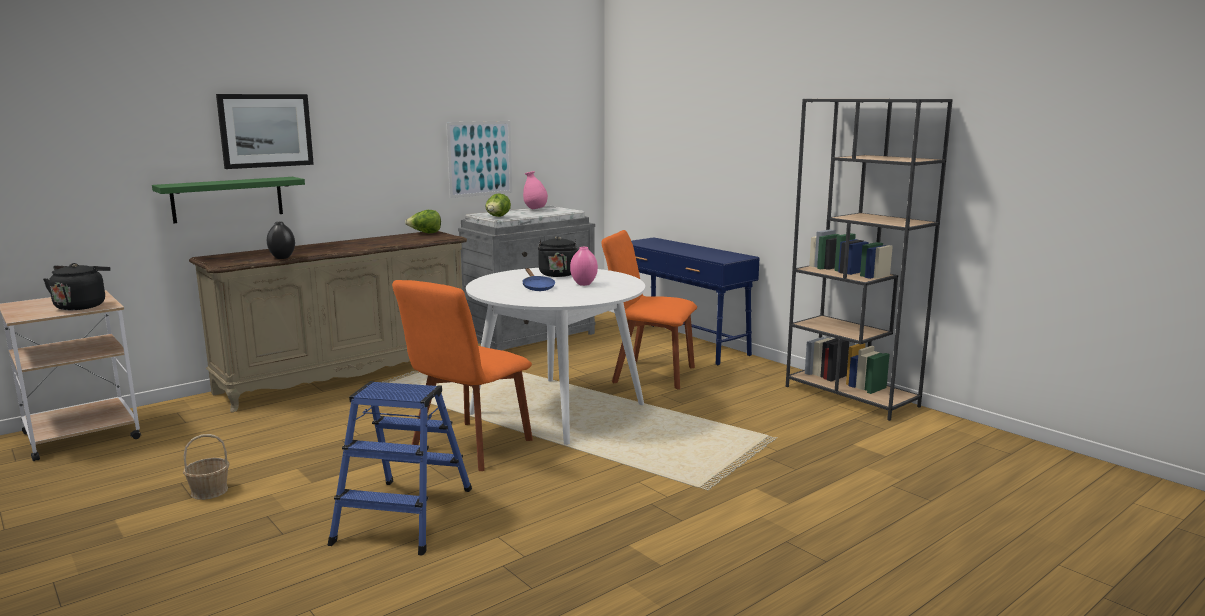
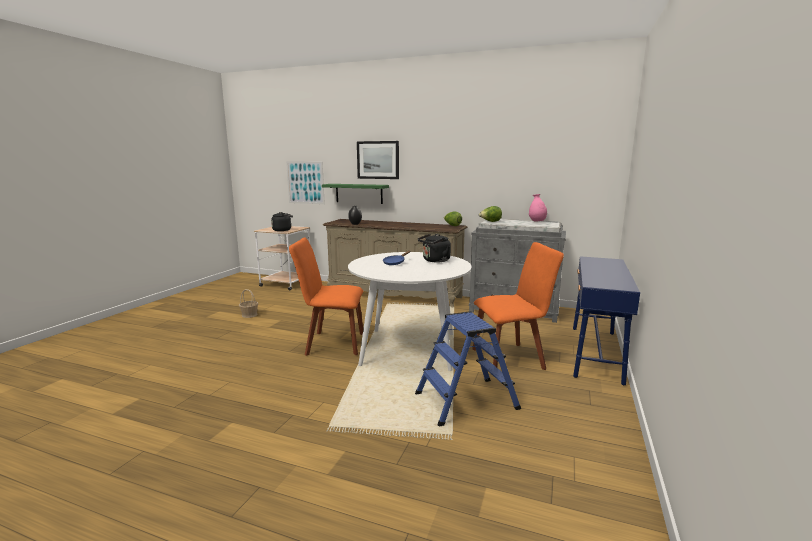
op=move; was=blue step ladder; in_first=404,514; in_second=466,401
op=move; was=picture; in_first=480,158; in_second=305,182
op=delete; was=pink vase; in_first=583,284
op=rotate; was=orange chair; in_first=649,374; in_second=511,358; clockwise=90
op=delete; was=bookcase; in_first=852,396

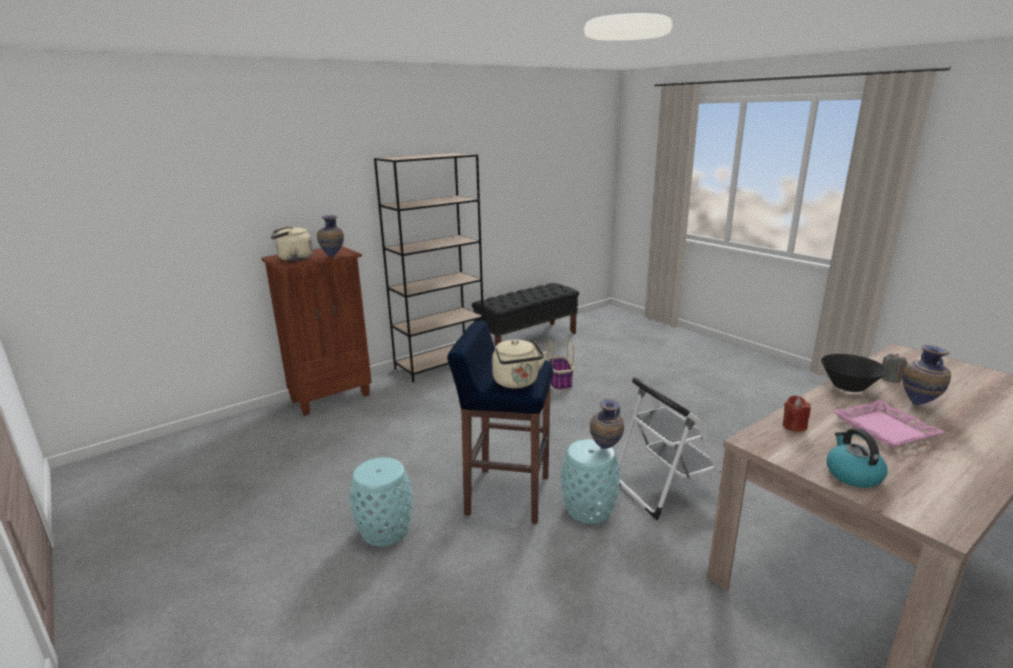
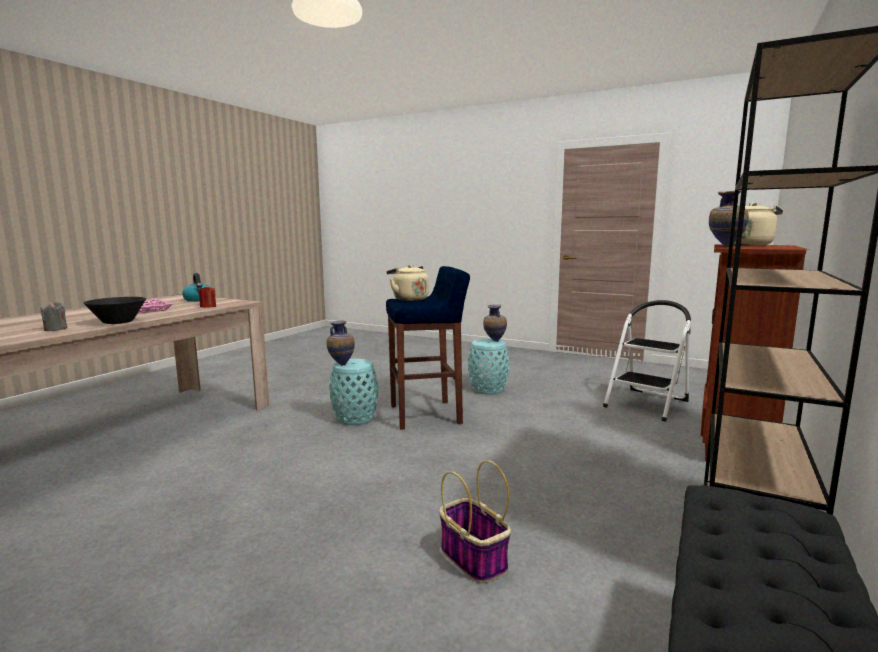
op=move; was=step ladder; in_first=666,487; in_second=648,404
op=move; was=vase; in_first=919,404; in_second=494,341

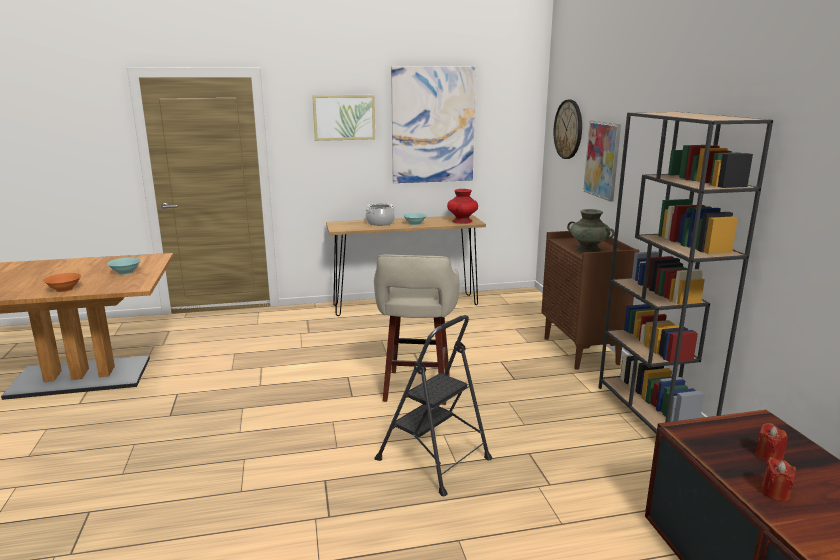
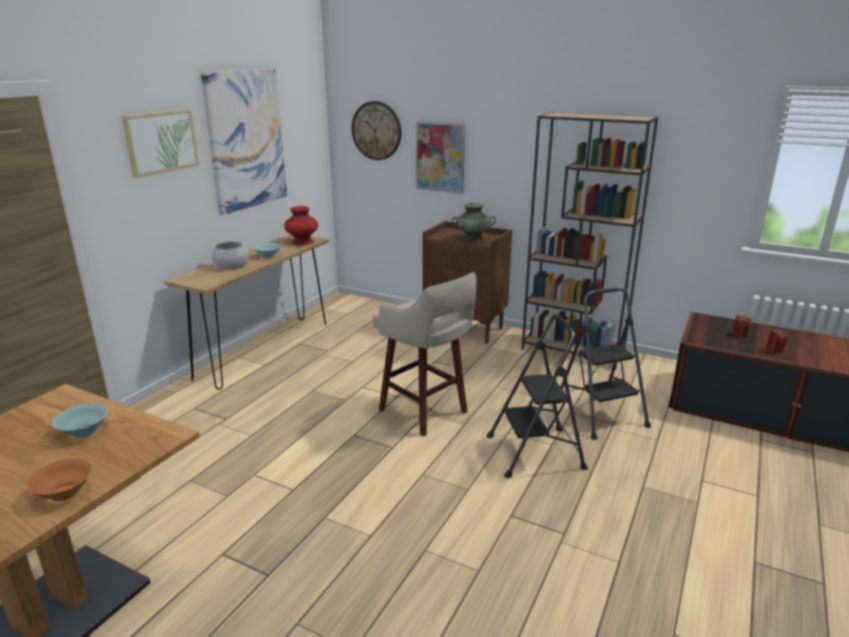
op=insert; now=black step ladder; in_second=599,412

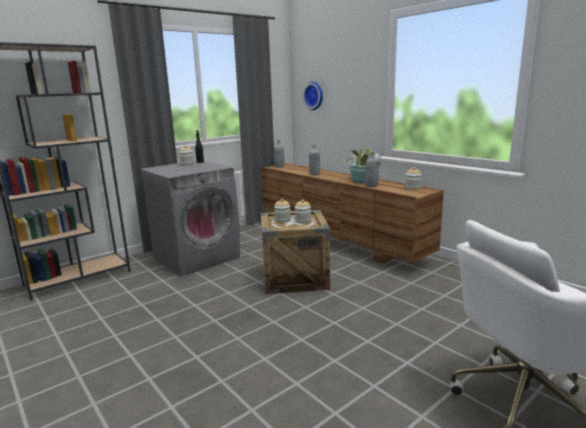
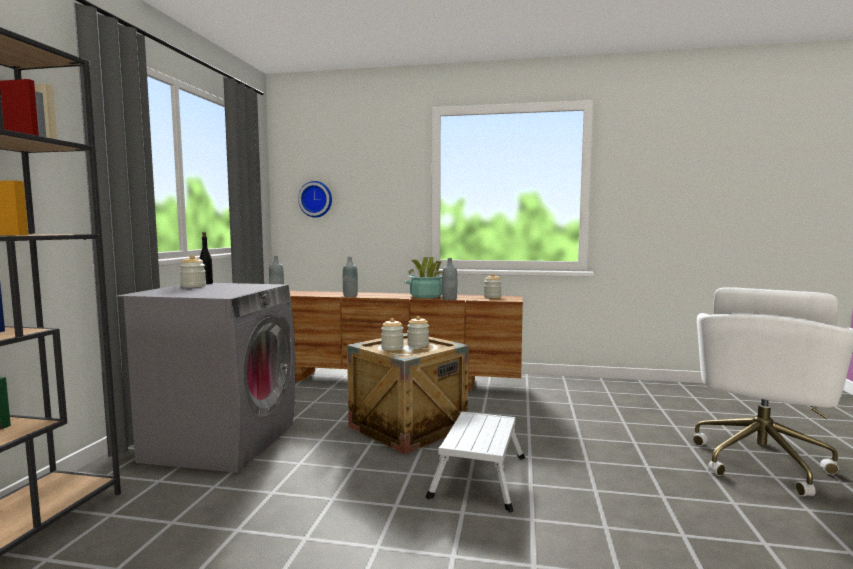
op=insert; now=white step ladder; in_second=479,476

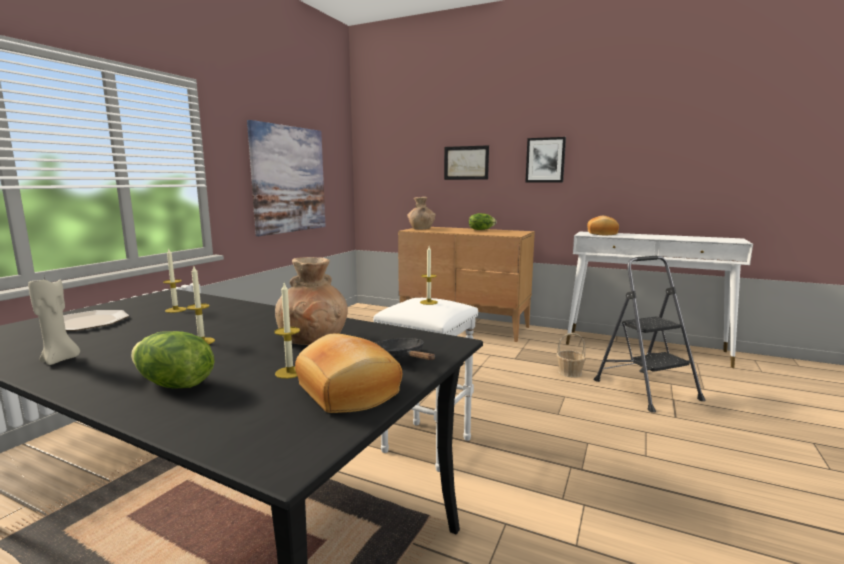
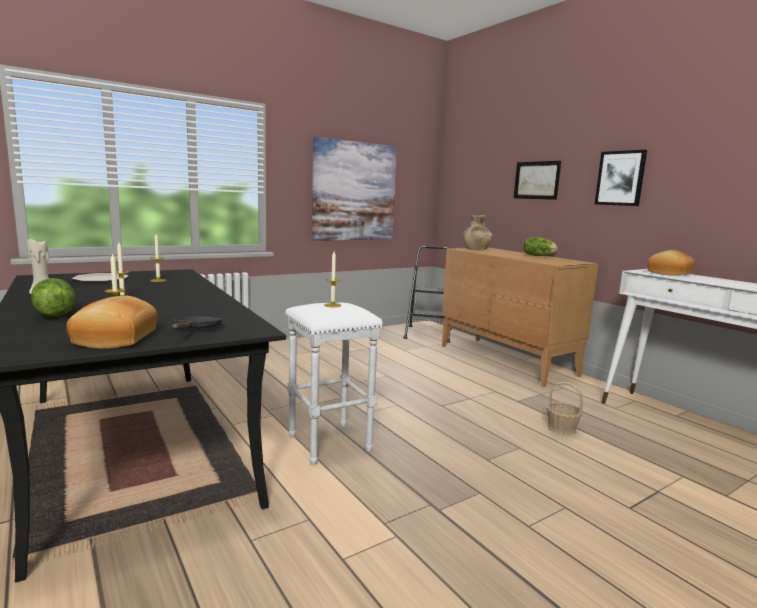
op=delete; was=brown vase; in_first=313,340
op=move; was=black step ladder; in_first=644,388; in_second=428,333

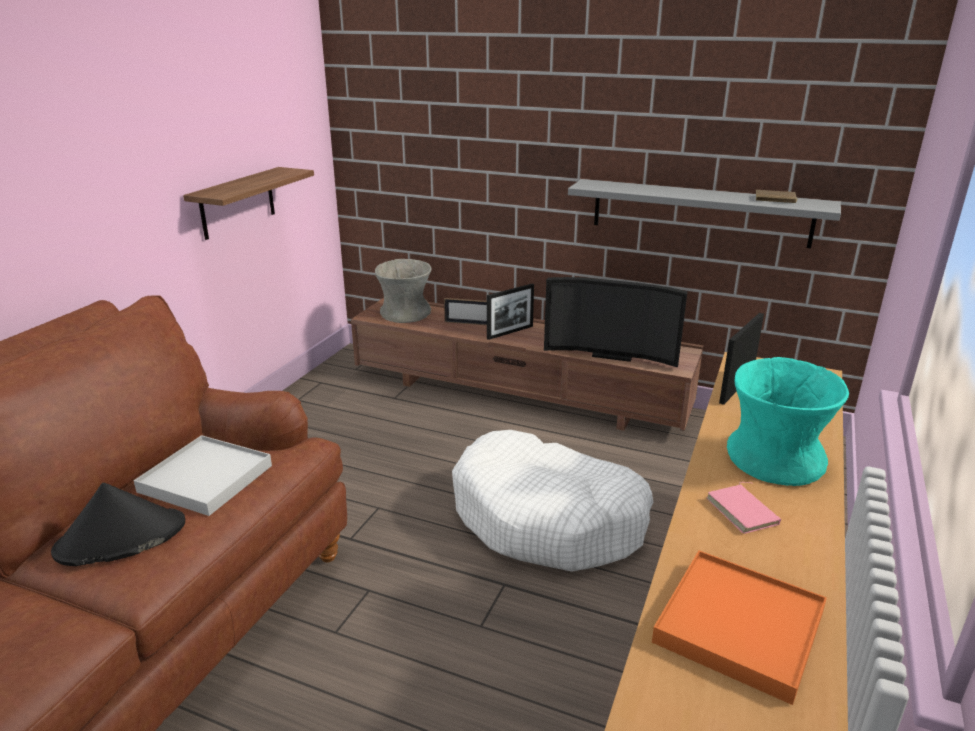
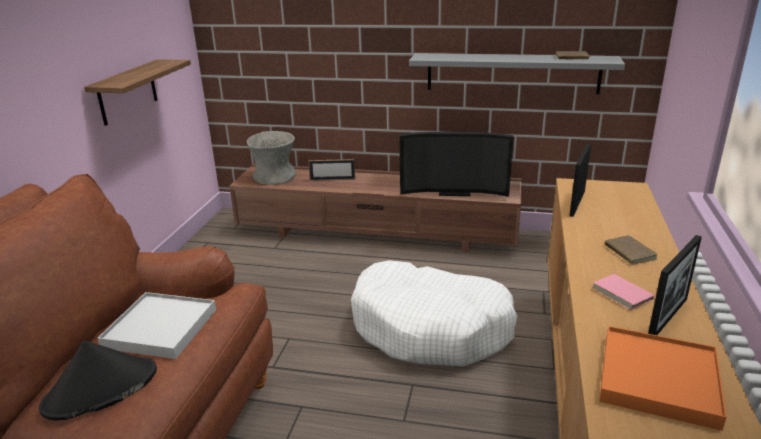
op=move; was=picture frame; in_first=510,332; in_second=667,318
op=replace; was=turquoise vase; now=brown book; in_first=774,459; in_second=628,252

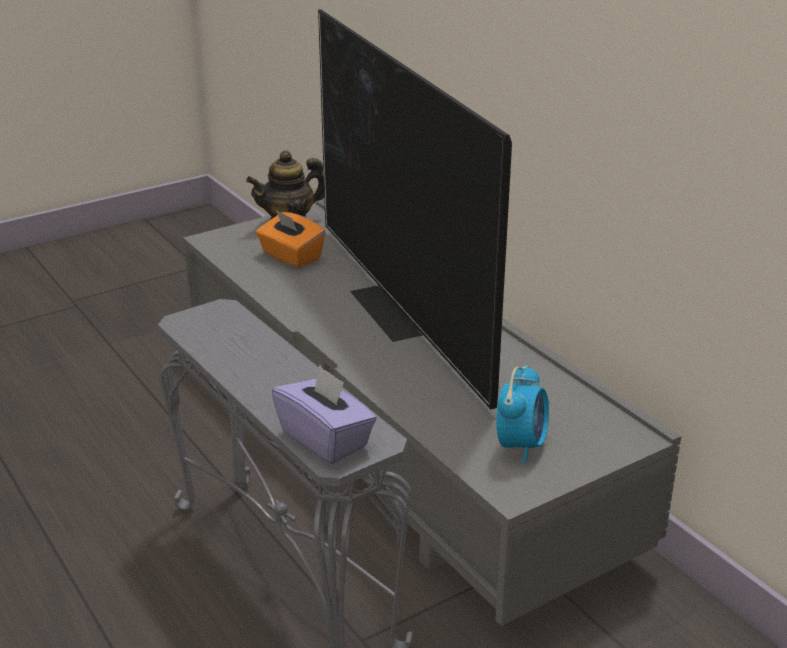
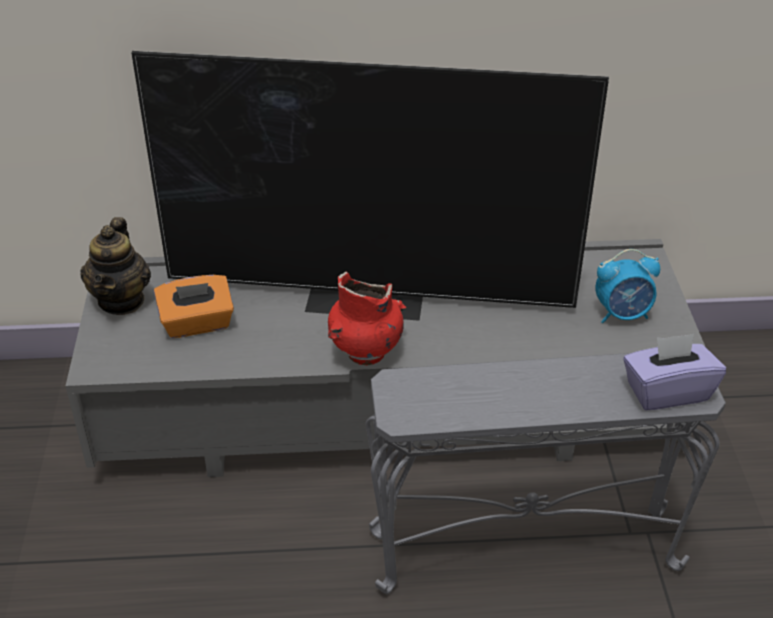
op=rotate; was=alarm clock; in_first=521,445; in_second=622,314; clockwise=120
op=insert; now=red vase; in_second=367,352

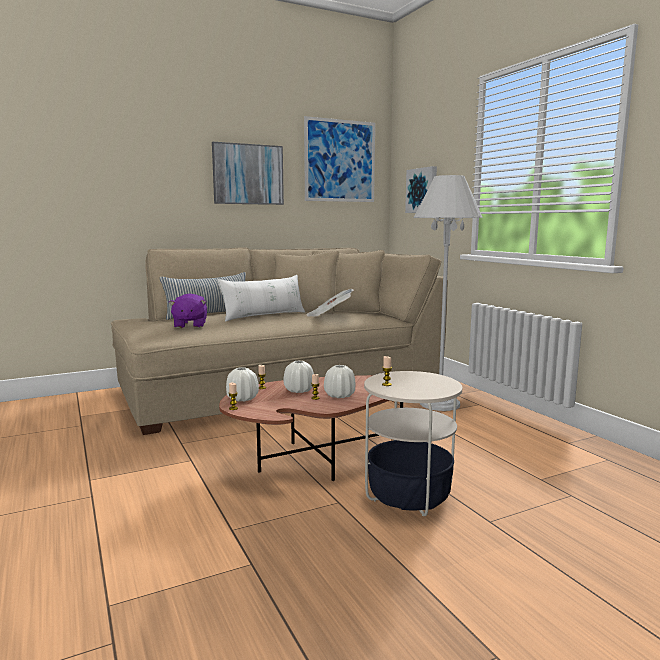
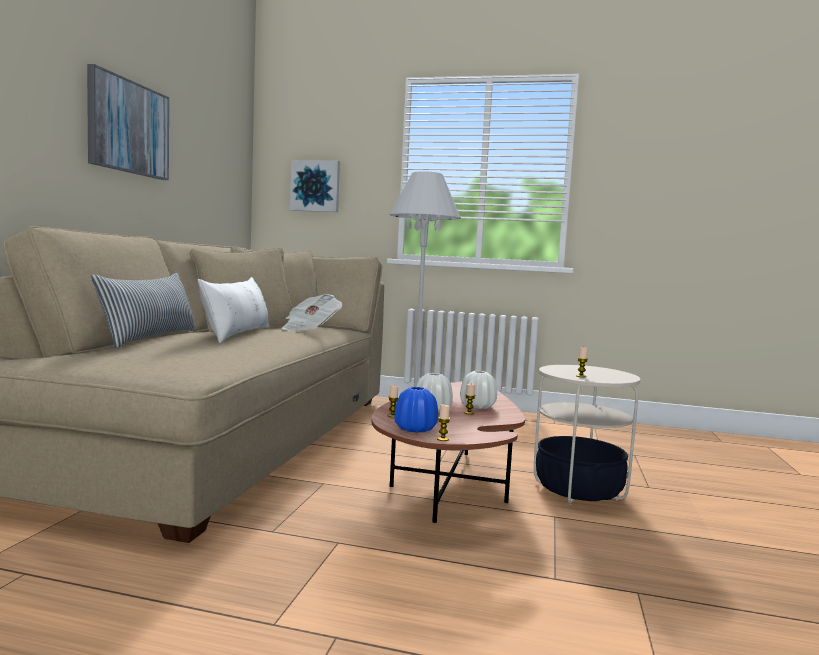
op=delete; was=purple plush toy; in_first=189,325
op=recolor; was=white vase; now=blue vase; in_first=242,398; in_second=415,429
op=delete; was=picture; in_first=340,161

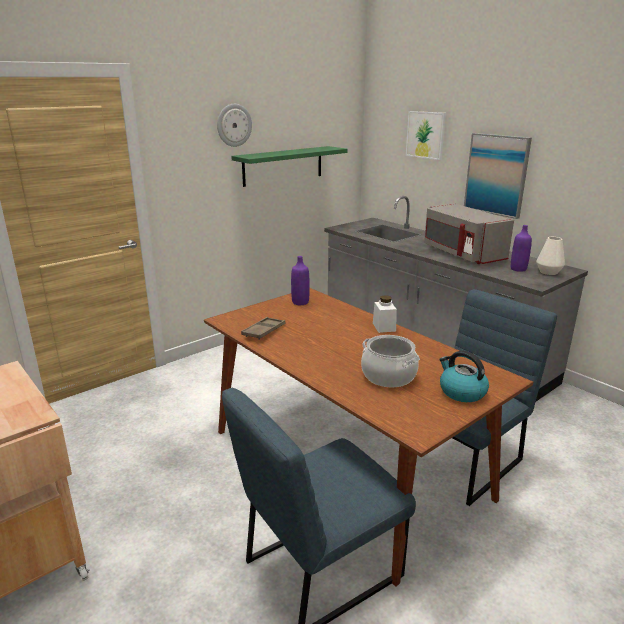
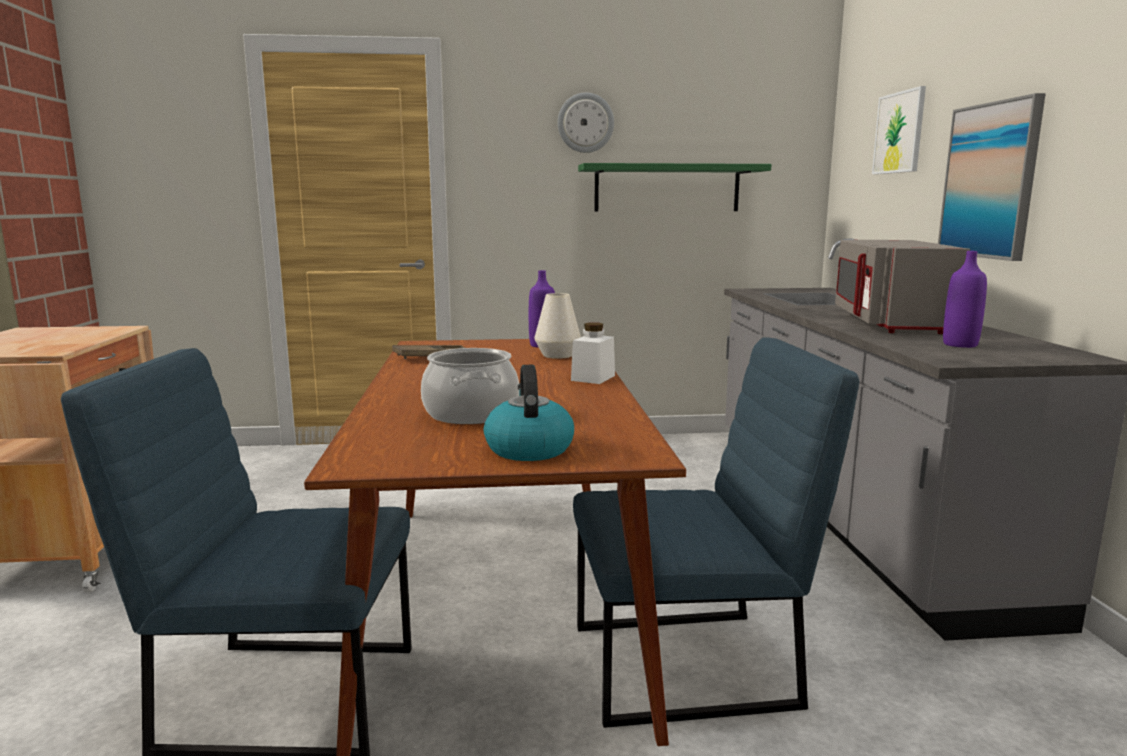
op=move; was=white vase; in_first=548,272; in_second=558,355

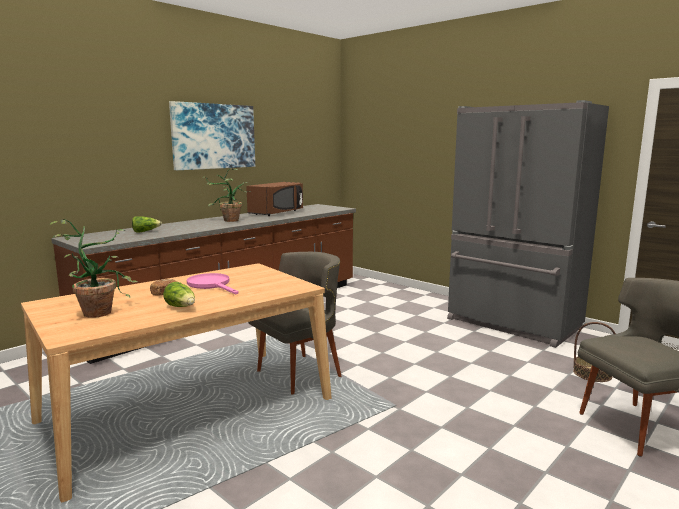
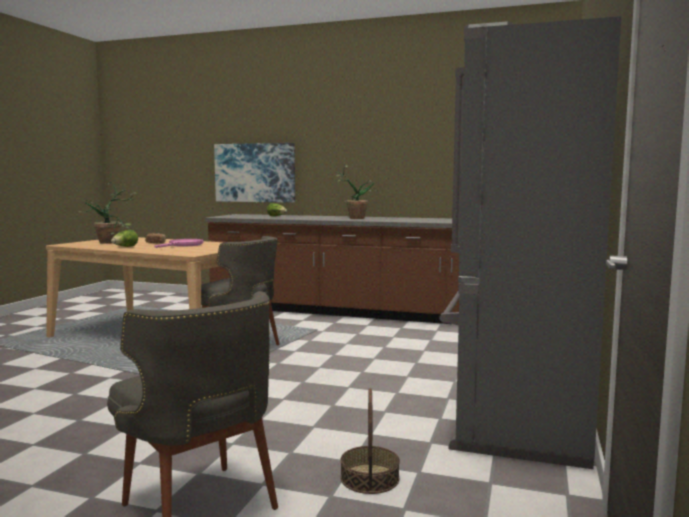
op=move; was=picture; in_first=214,136; in_second=255,173
op=delete; was=brown microwave; in_first=277,213

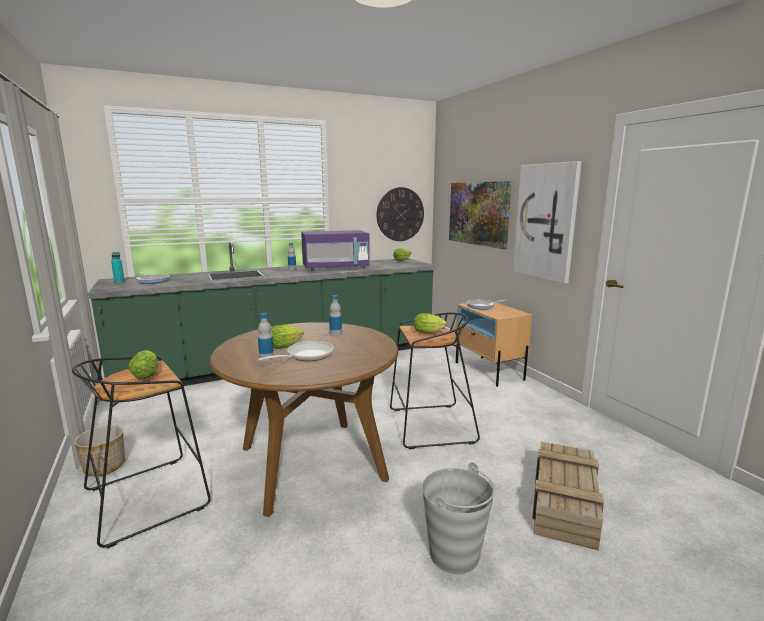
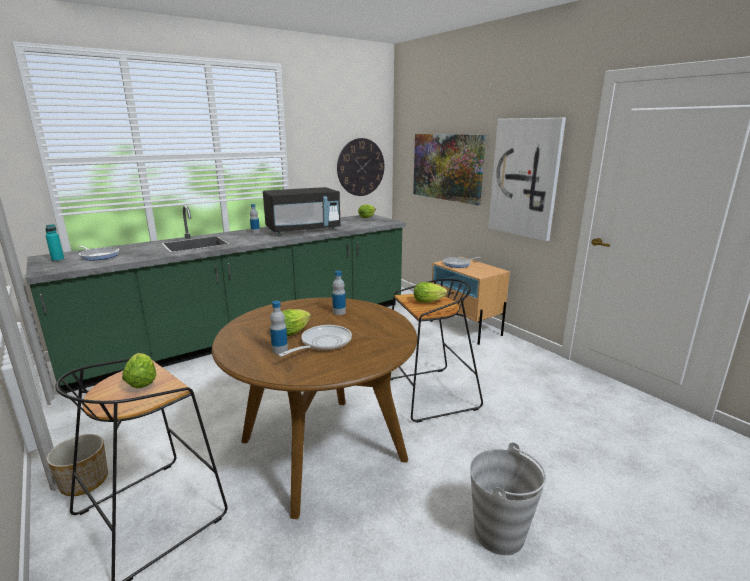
op=recolor; was=purple microwave; now=black microwave; in_first=336,268; in_second=303,230
op=delete; was=crate; in_first=565,504

